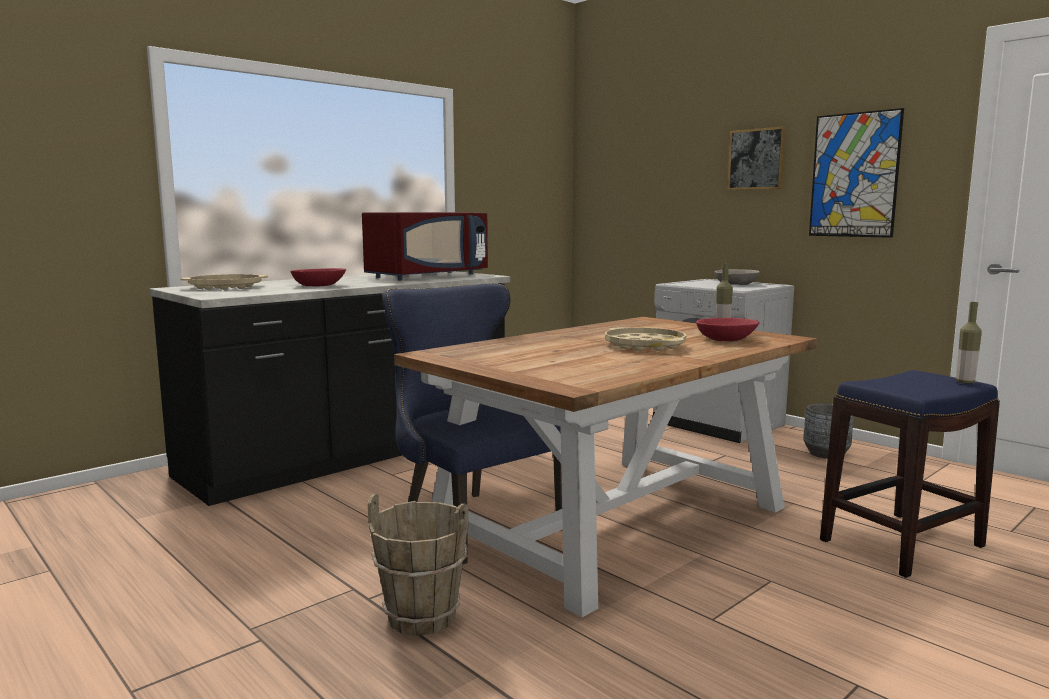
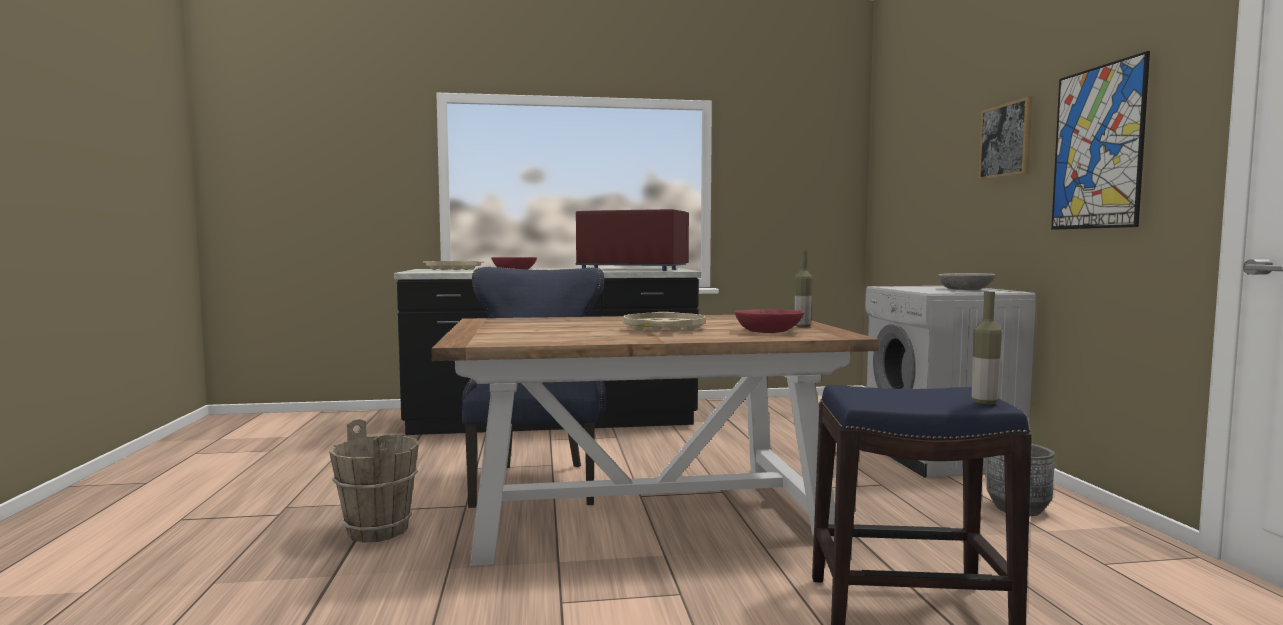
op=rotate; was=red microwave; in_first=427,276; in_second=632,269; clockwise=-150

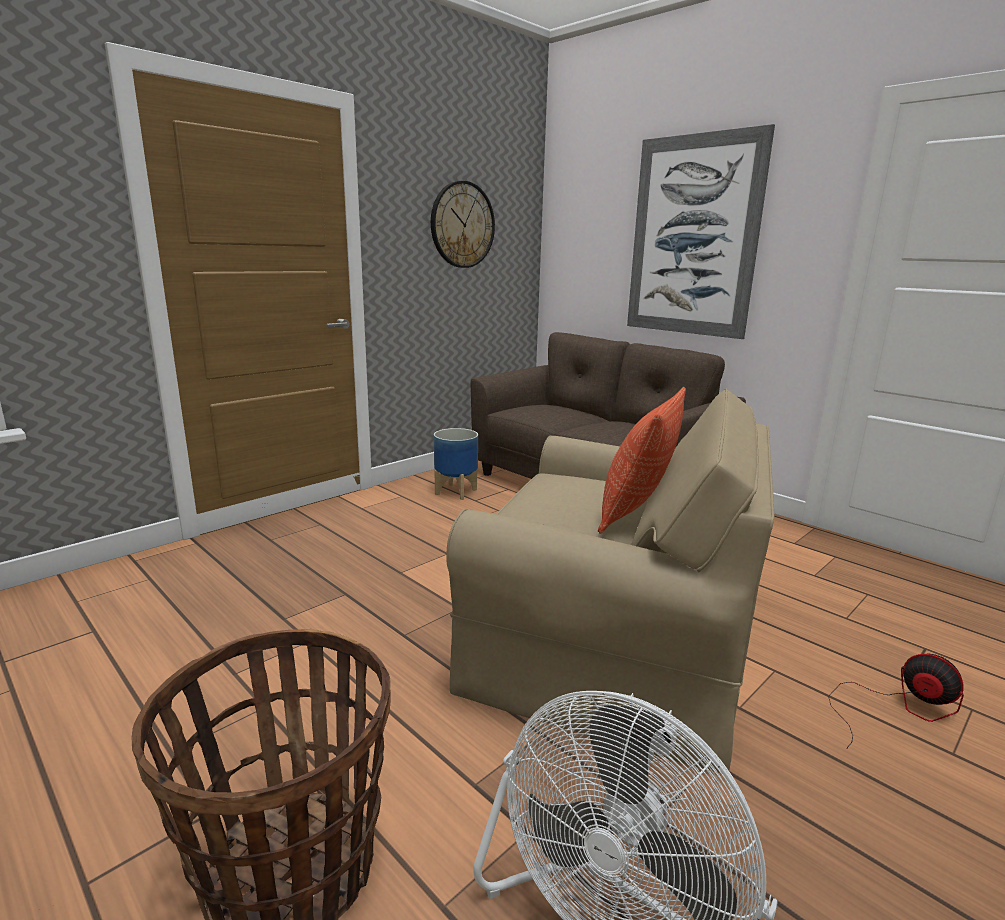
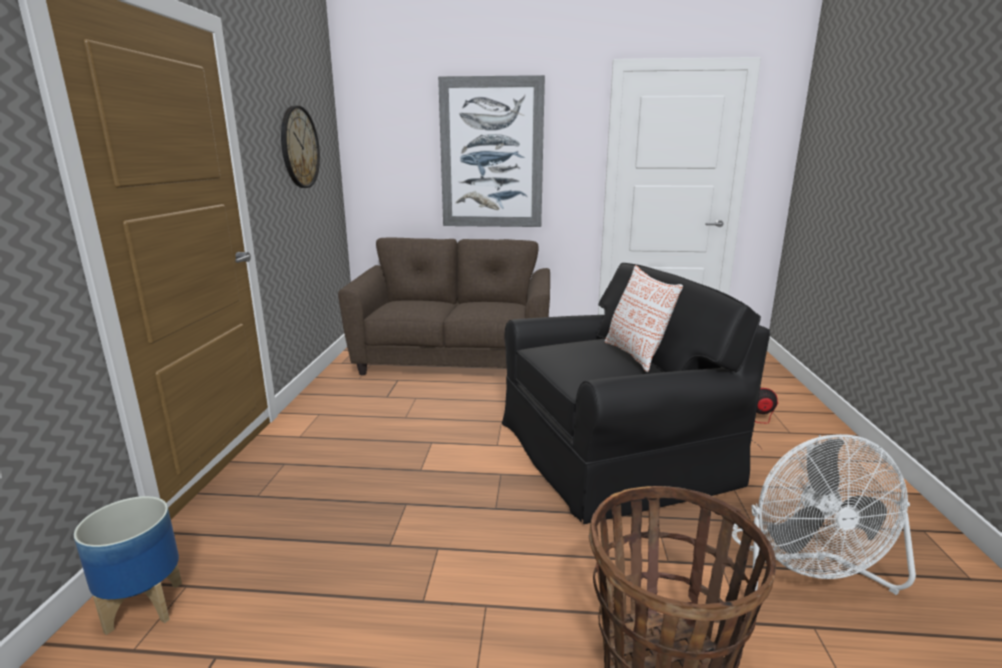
op=move; was=planter; in_first=456,491; in_second=145,606
op=recolor; was=beige armchair; now=black armchair; in_first=611,644; in_second=612,452
op=recolor; was=orange pillow; now=white pillow; in_first=636,514; in_second=636,355

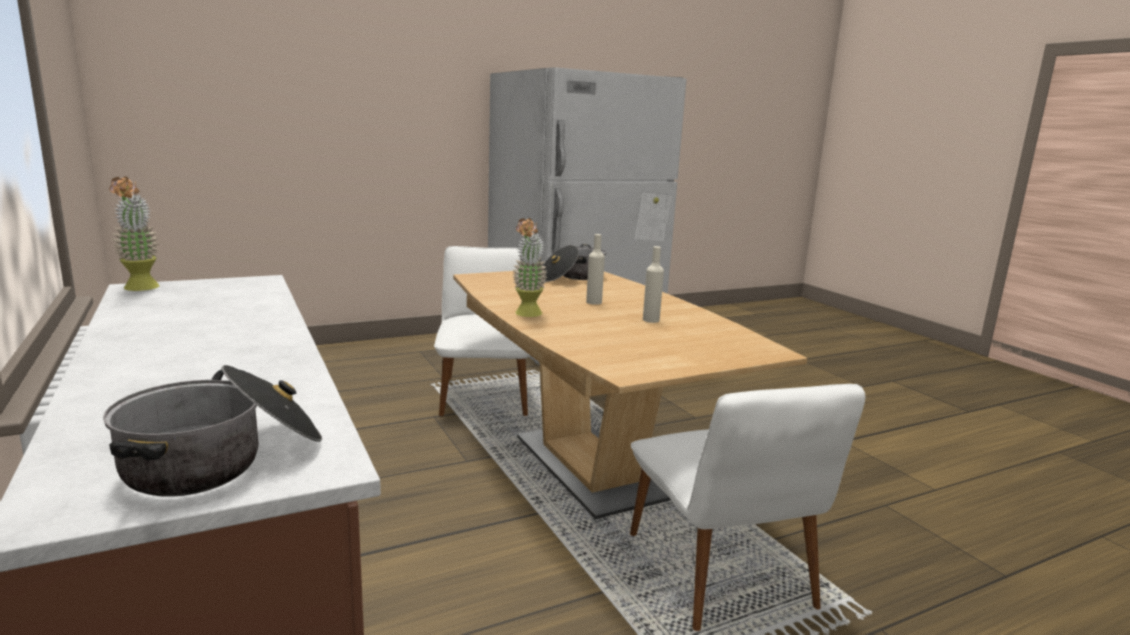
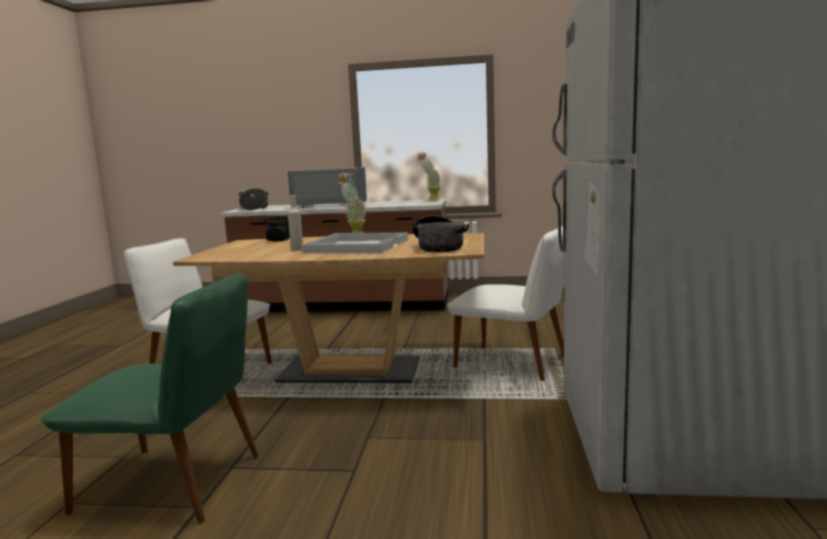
op=replace; was=beige bottle; now=white tray; in_first=594,302; in_second=357,246
op=insert; now=green chair; in_second=170,482
op=insert; now=black jar; in_second=278,240
op=insert; now=grey microwave; in_second=329,206

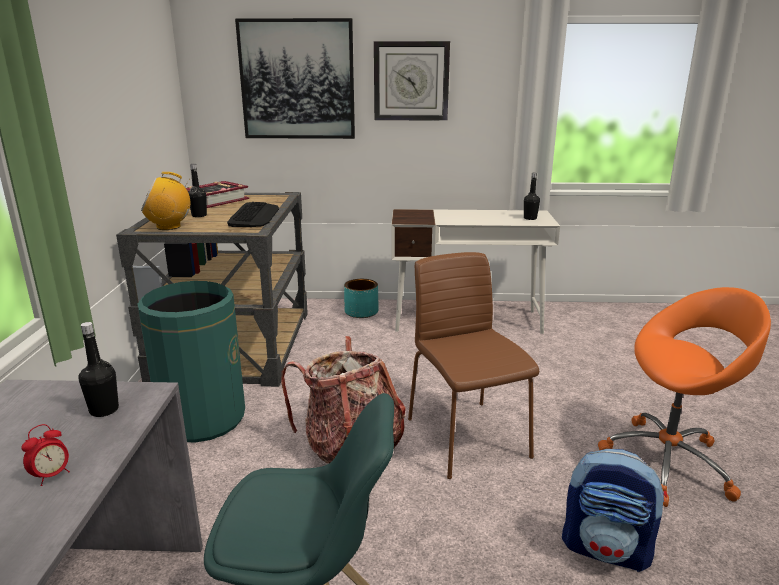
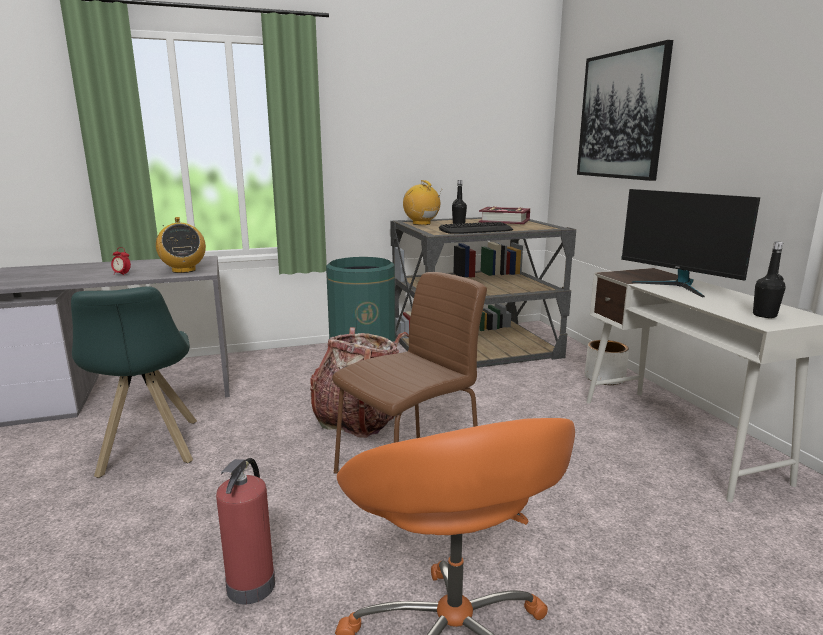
op=replace; was=black bottle; now=radio; in_first=104,410; in_second=183,270
op=recolor; was=turquoise planter; now=white planter; in_first=361,312; in_second=604,378
op=delete; was=wall clock; in_first=411,81
op=replace; was=backpack; now=fire extinguisher; in_first=606,549; in_second=252,584
op=insert; now=monitor; in_second=678,286

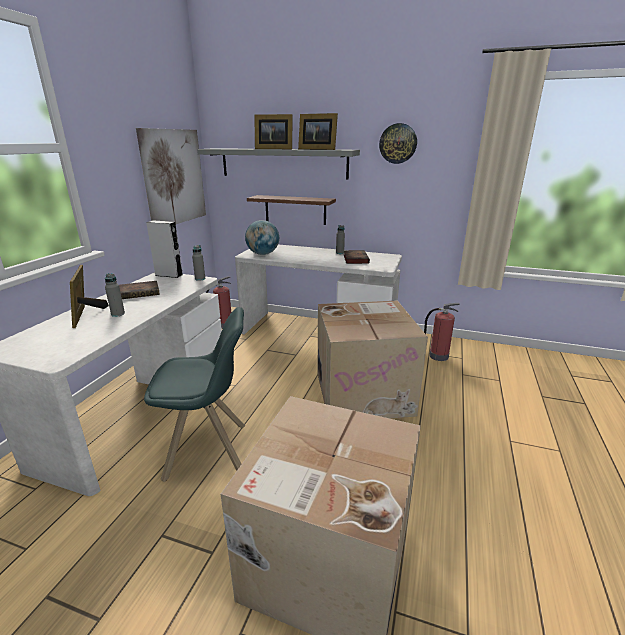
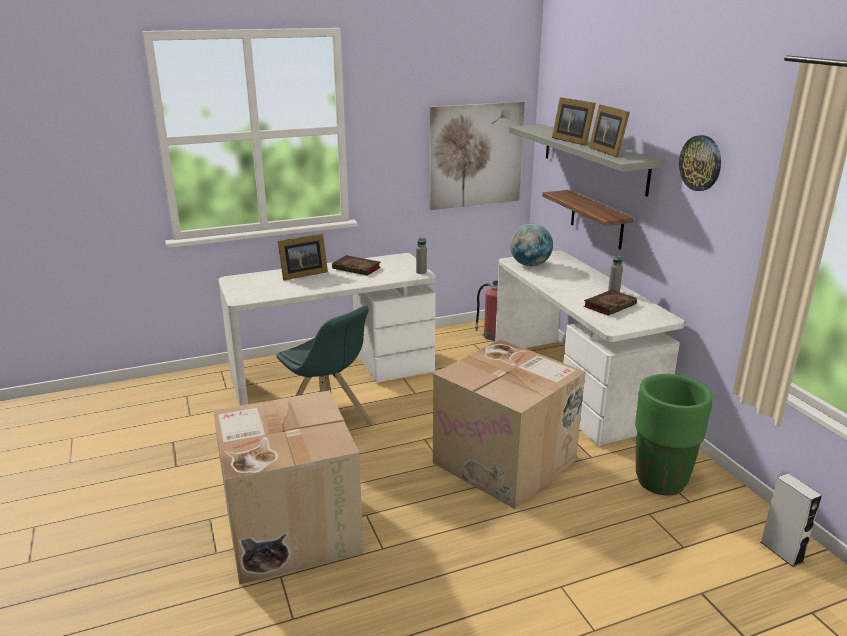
op=rotate; was=picture frame; in_first=87,315; in_second=302,274; clockwise=-150
op=delete; was=grey bottle; in_first=118,314
op=move; was=grey speaker; in_first=169,275; in_second=781,551
op=replace; was=fire extinguisher; now=green planter; in_first=437,356; in_second=661,481

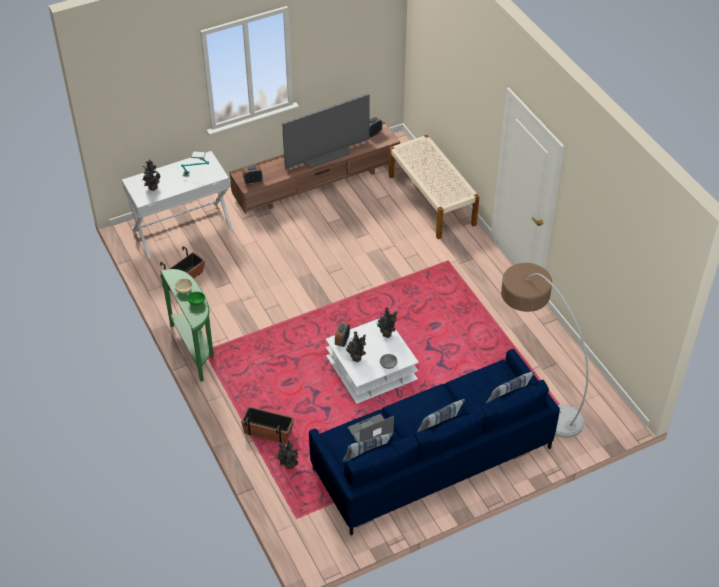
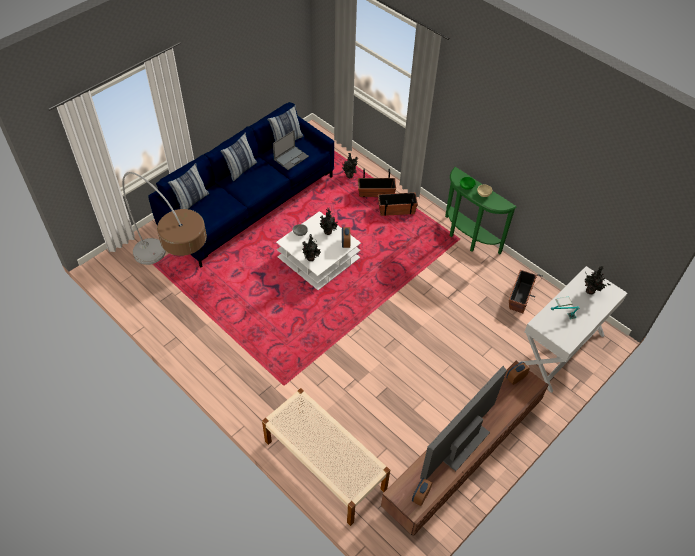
op=insert; now=planter; in_second=396,210

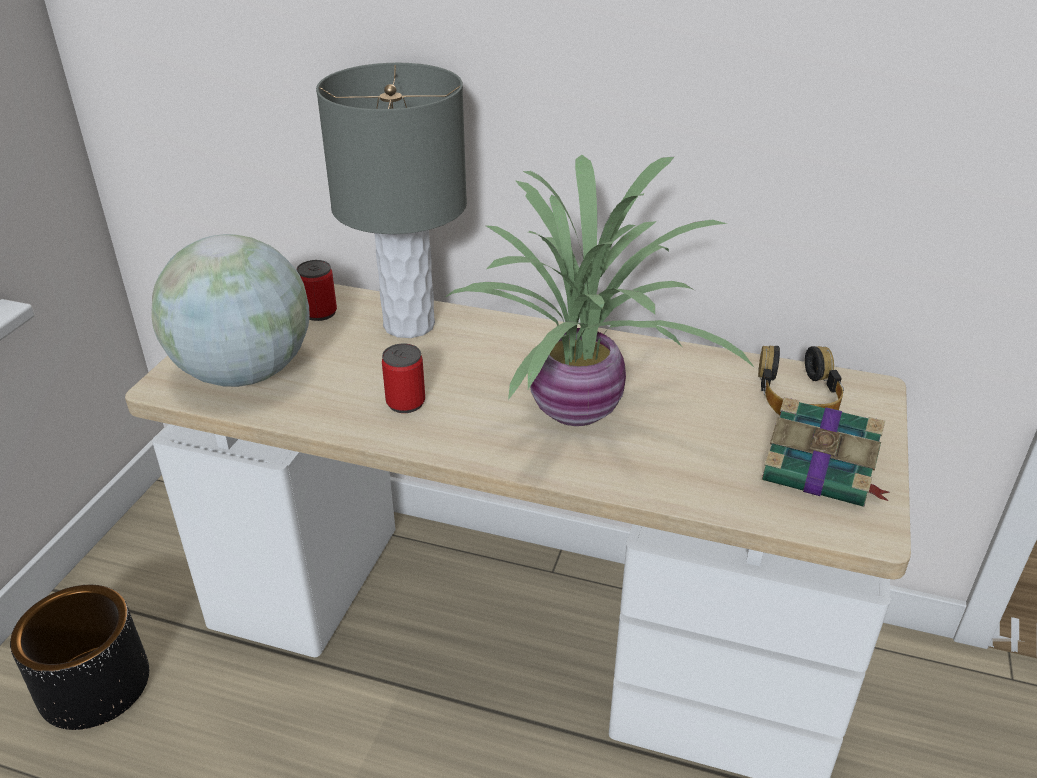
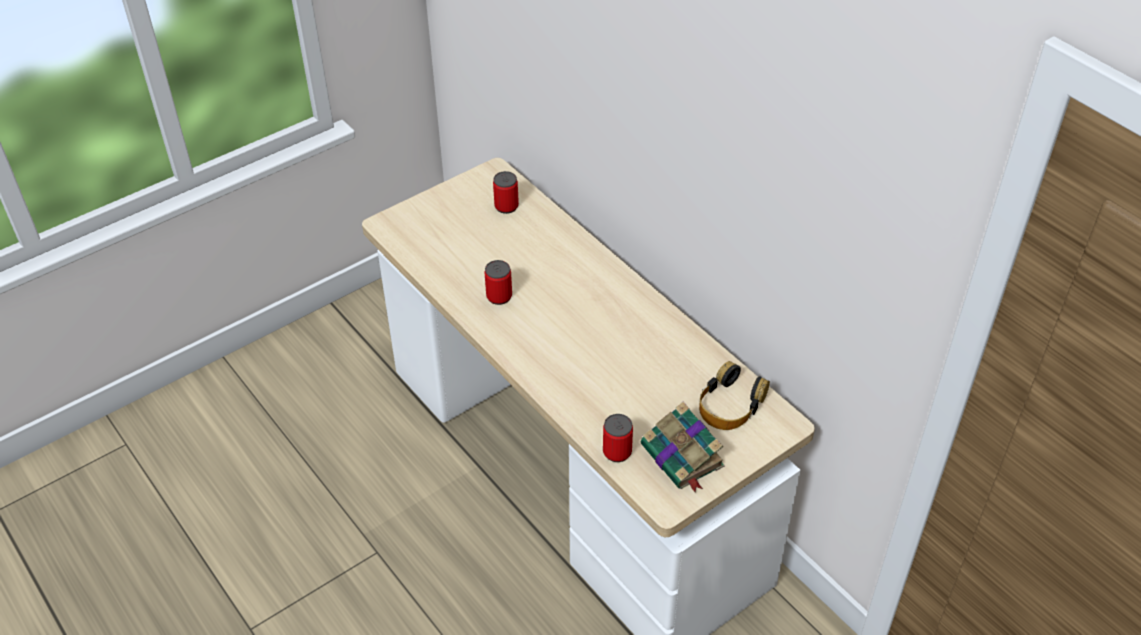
op=delete; was=black planter; in_first=96,686
op=delete; was=globe; in_first=244,373
op=delete; was=grey table lamp; in_first=409,324
op=delete; was=potted plant; in_first=579,412
op=insert; now=can; in_second=617,452

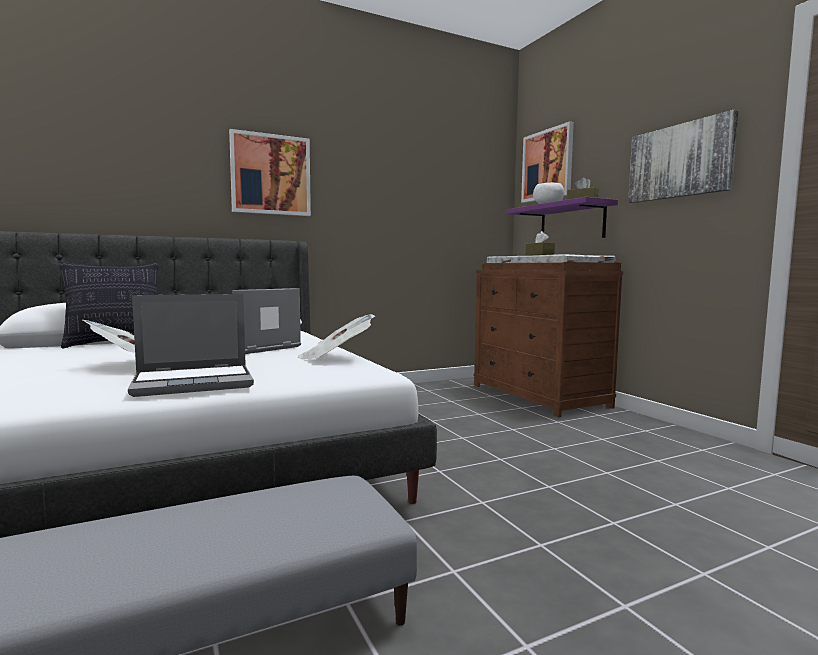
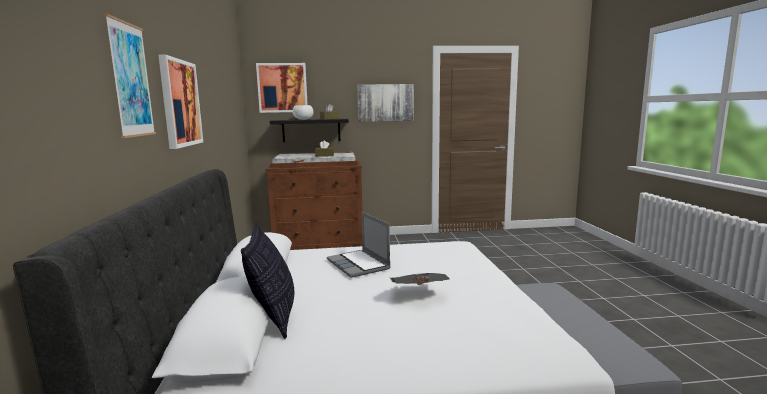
op=delete; was=laptop; in_first=195,382
op=delete; was=newspaper; in_first=336,358
op=recolor; was=purple shelf; now=black shelf; in_first=571,223; in_second=311,130
op=insert; now=picture; in_second=131,80

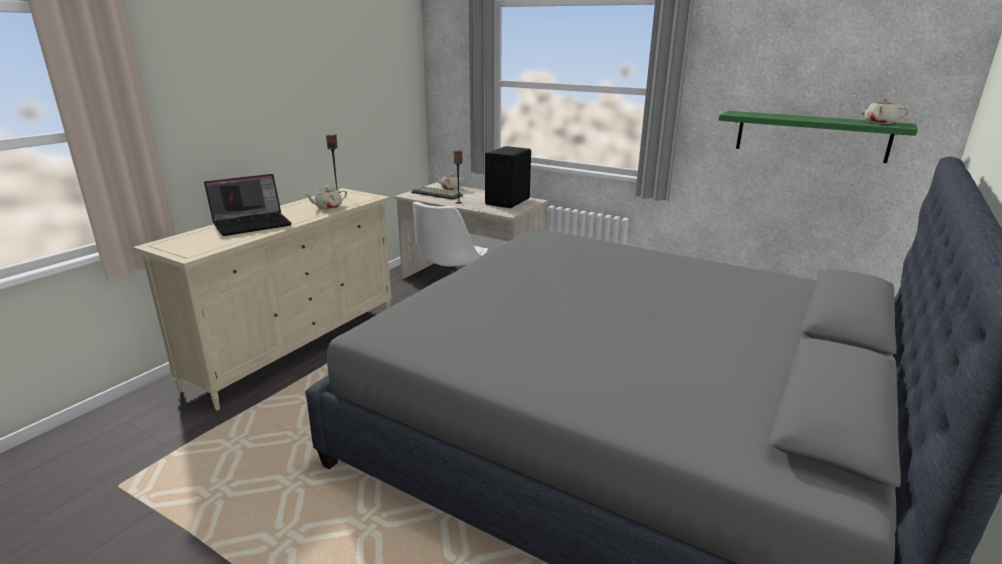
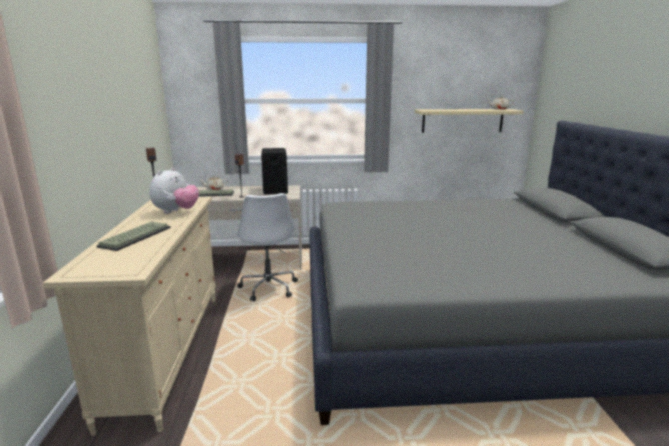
op=replace; was=laptop; now=keyboard; in_first=253,224; in_second=135,236
op=replace; was=beige teapot; now=plush toy; in_first=328,207; in_second=176,212
op=recolor; was=green shelf; now=beige shelf; in_first=811,136; in_second=462,120

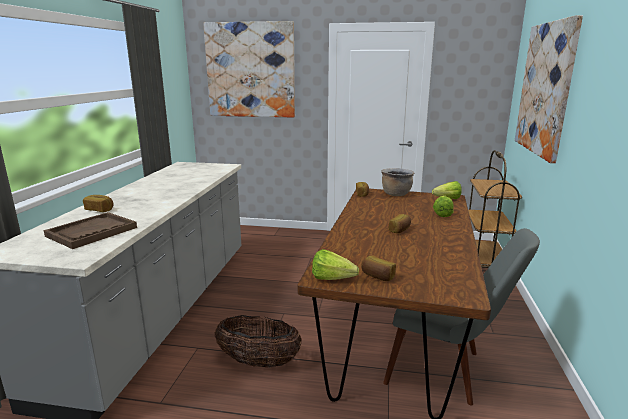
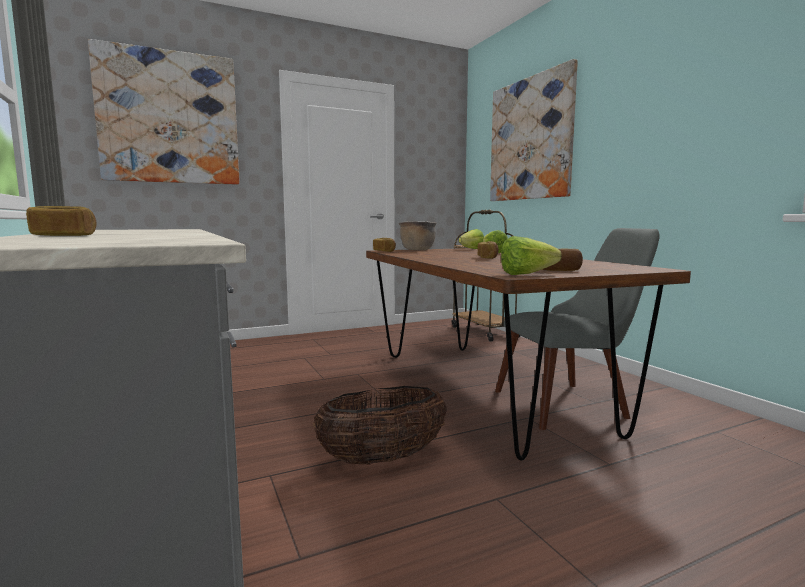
op=delete; was=brown tray; in_first=92,232

